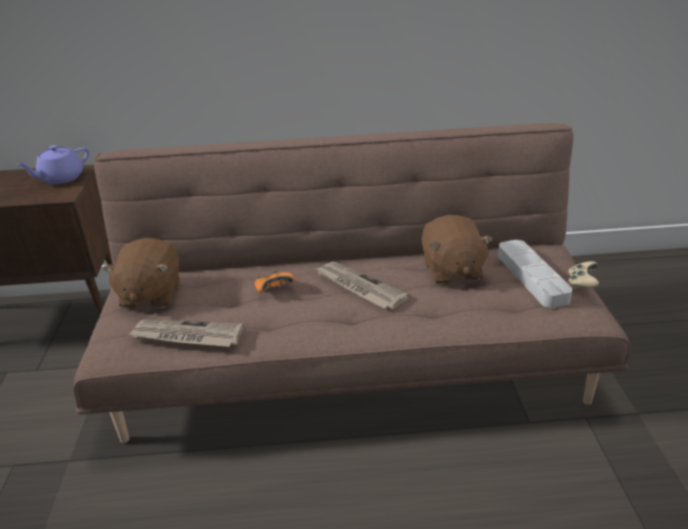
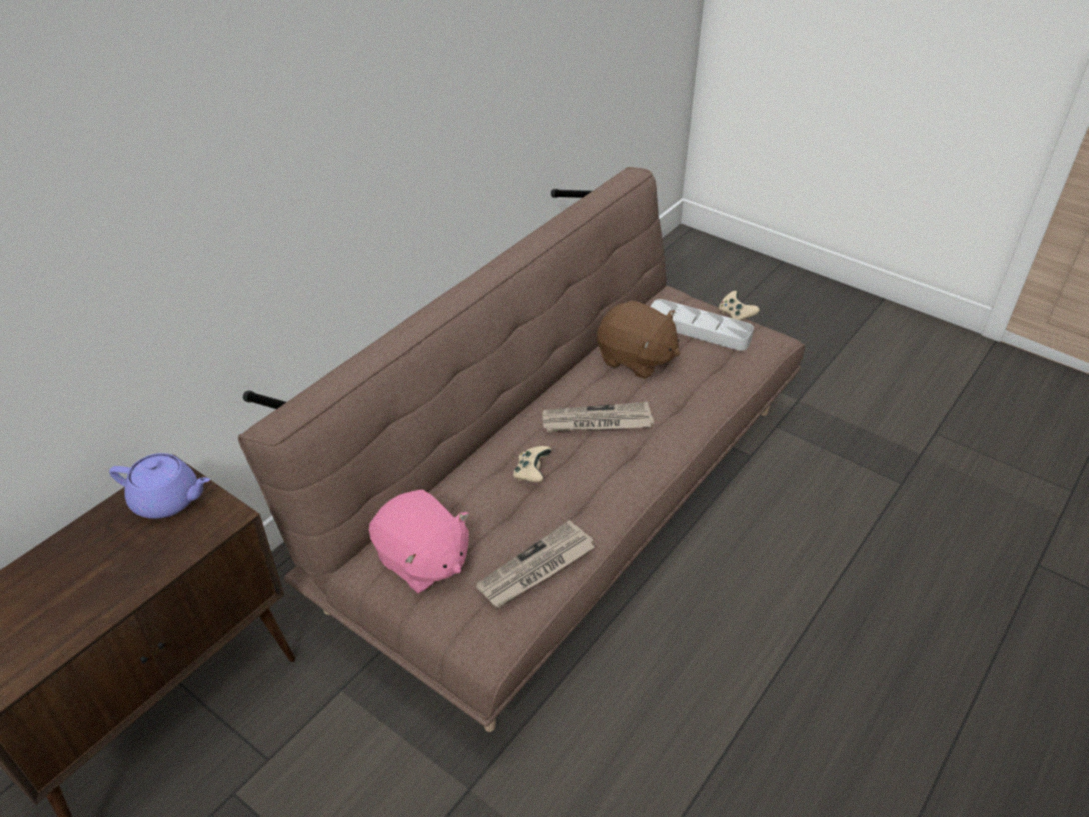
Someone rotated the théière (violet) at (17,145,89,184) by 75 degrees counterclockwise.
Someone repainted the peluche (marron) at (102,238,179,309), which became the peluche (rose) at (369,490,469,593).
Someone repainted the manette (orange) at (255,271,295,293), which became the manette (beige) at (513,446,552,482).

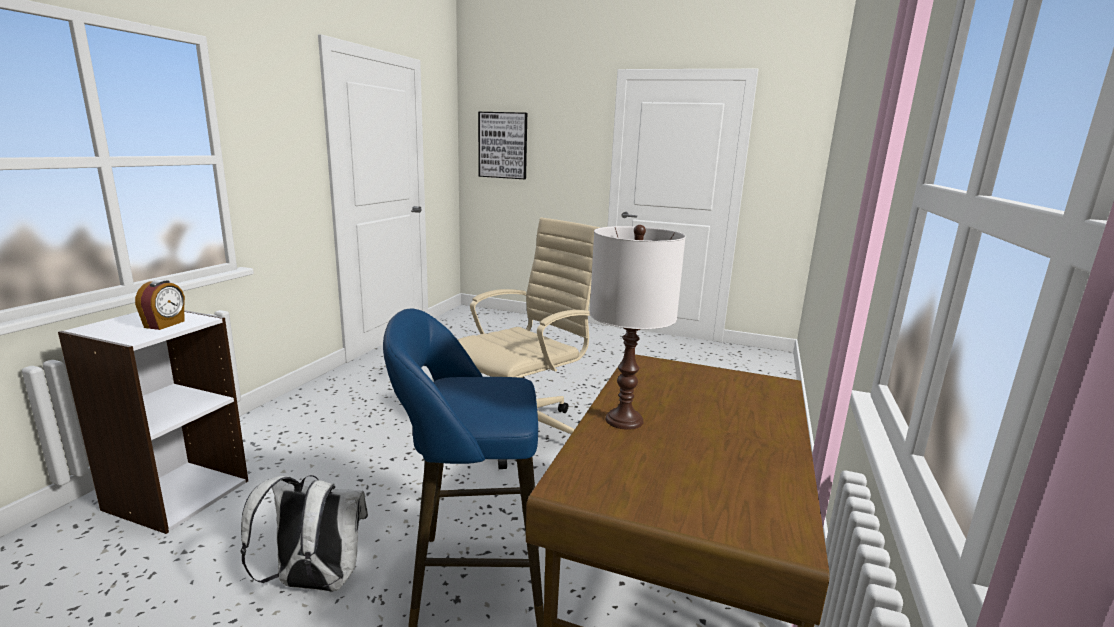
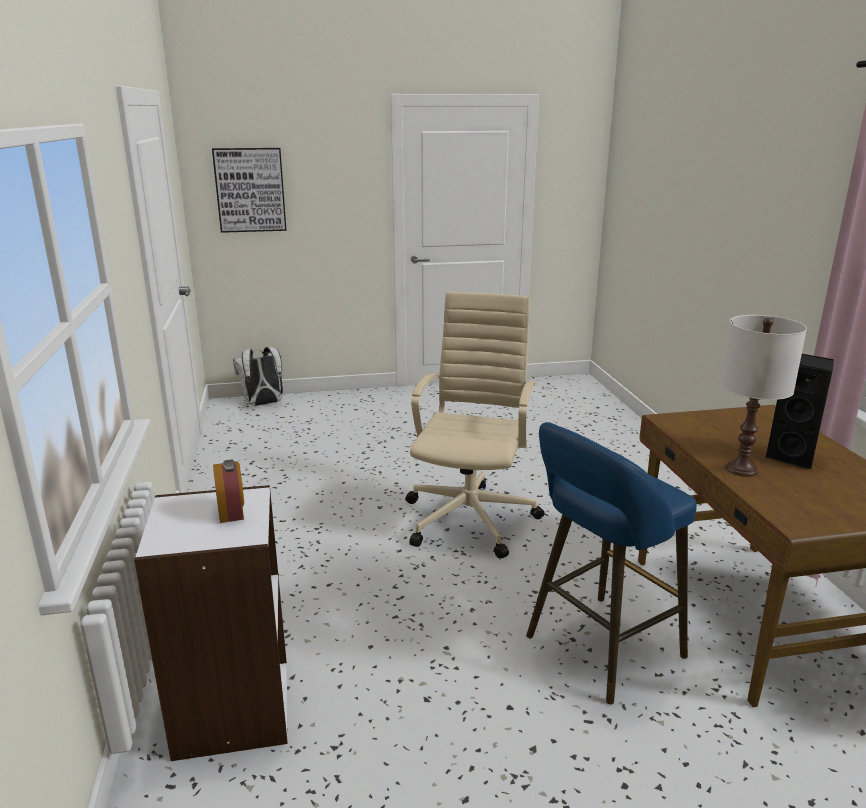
Someone carried the sac à dos (blanc) from (241,475,368,591) to (233,347,283,406).
Someone put down the enceinte (noir) at (766,354,834,469).

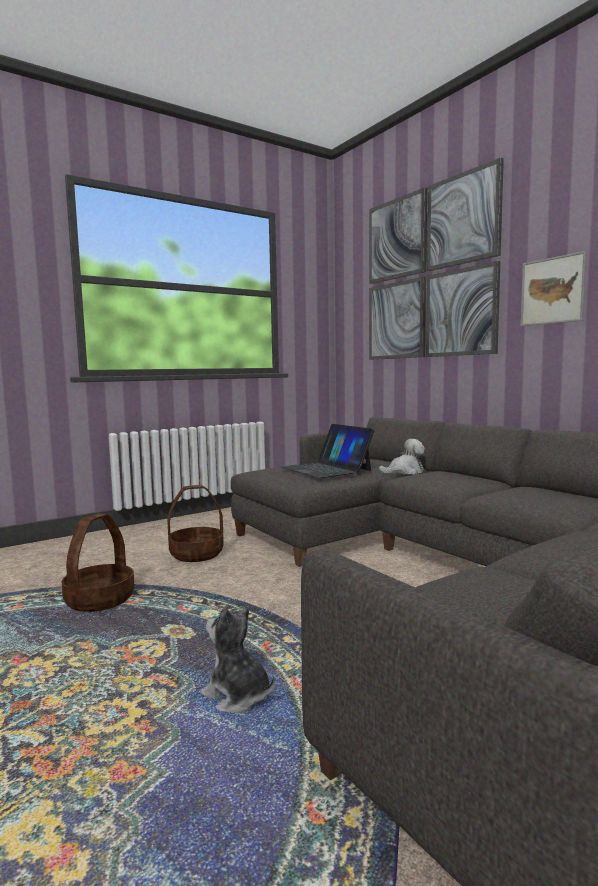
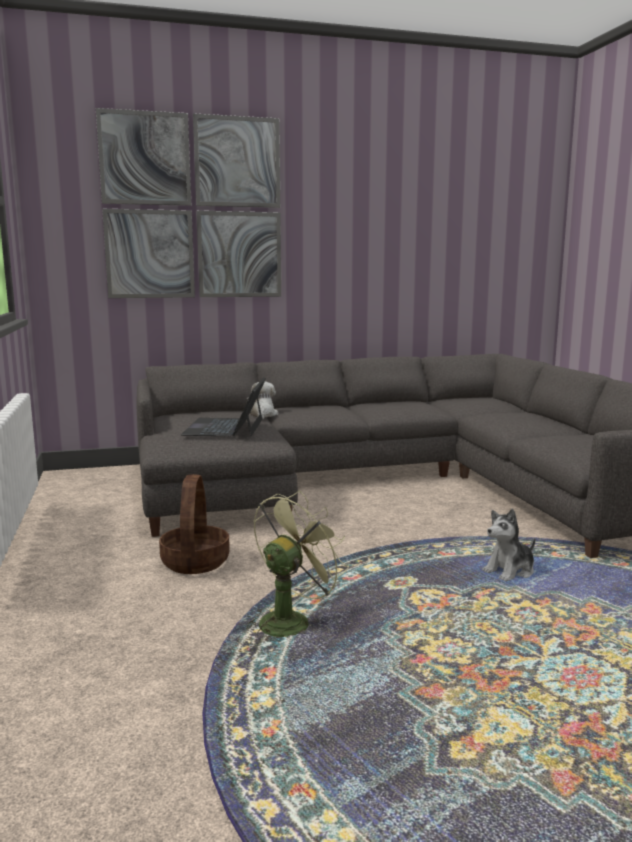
Someone swapped the panier at (62,513,135,612) for the ventilateur (vert) at (246,491,349,637).
Someone rotated the ordinateur portable at (281,424,375,478) by 105 degrees clockwise.
Someone took away the tableau at (521,251,587,326).

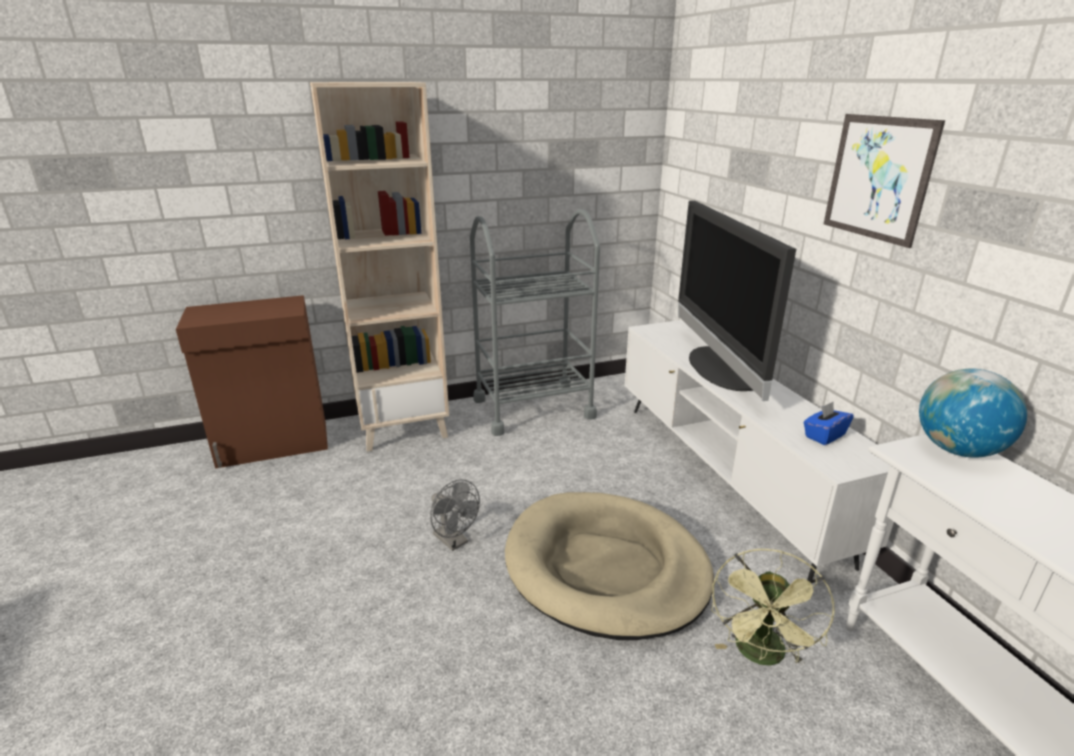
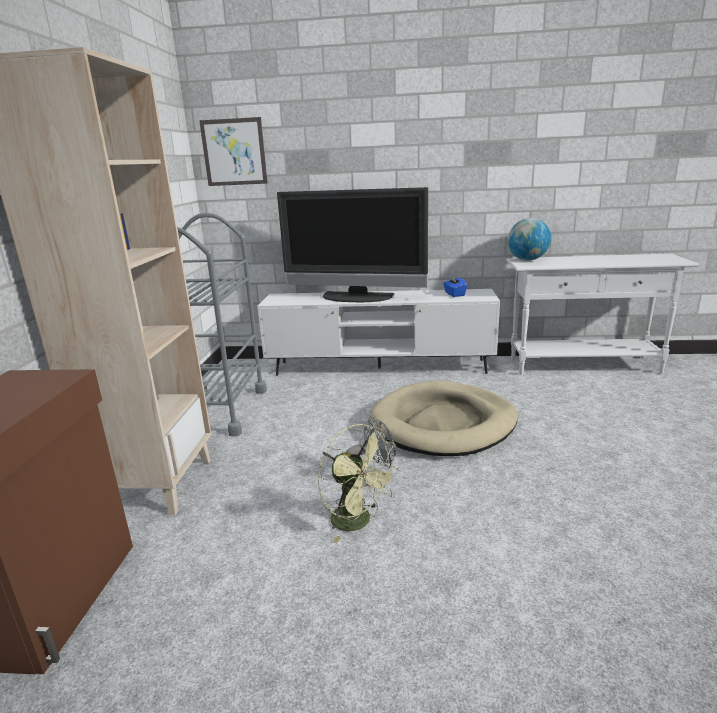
Someone carried the ventilateur (vert) from (711,549,835,665) to (318,424,400,543).
Someone carried the tableau from (824,114,945,248) to (199,117,268,186).

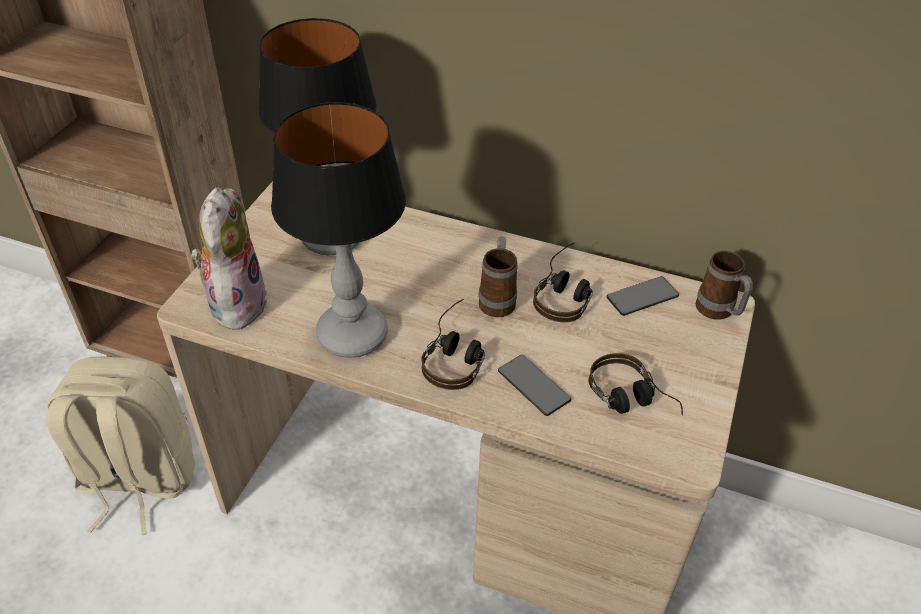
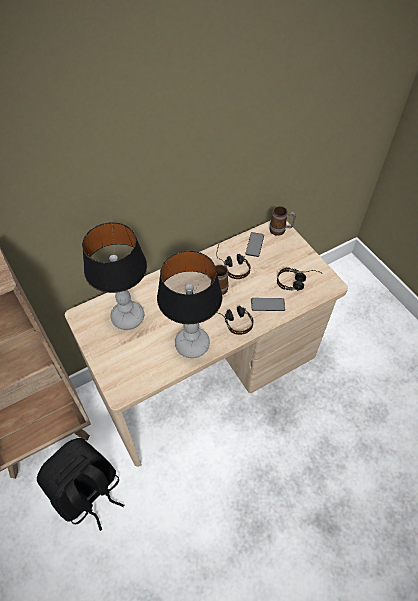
Someone repainted the sac à dos (beige) at (46,356,195,535), which became the sac à dos (noir) at (37,438,124,531).
Someone took away the peluche at (191,187,267,332).

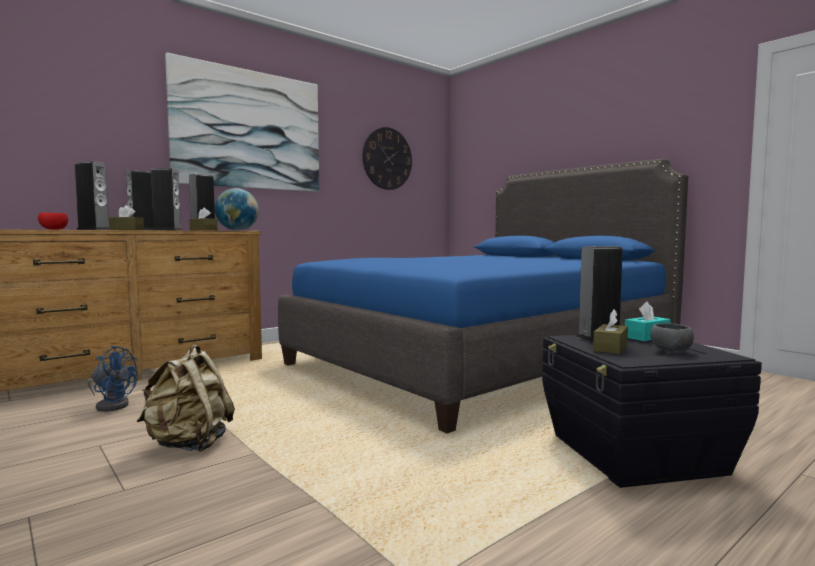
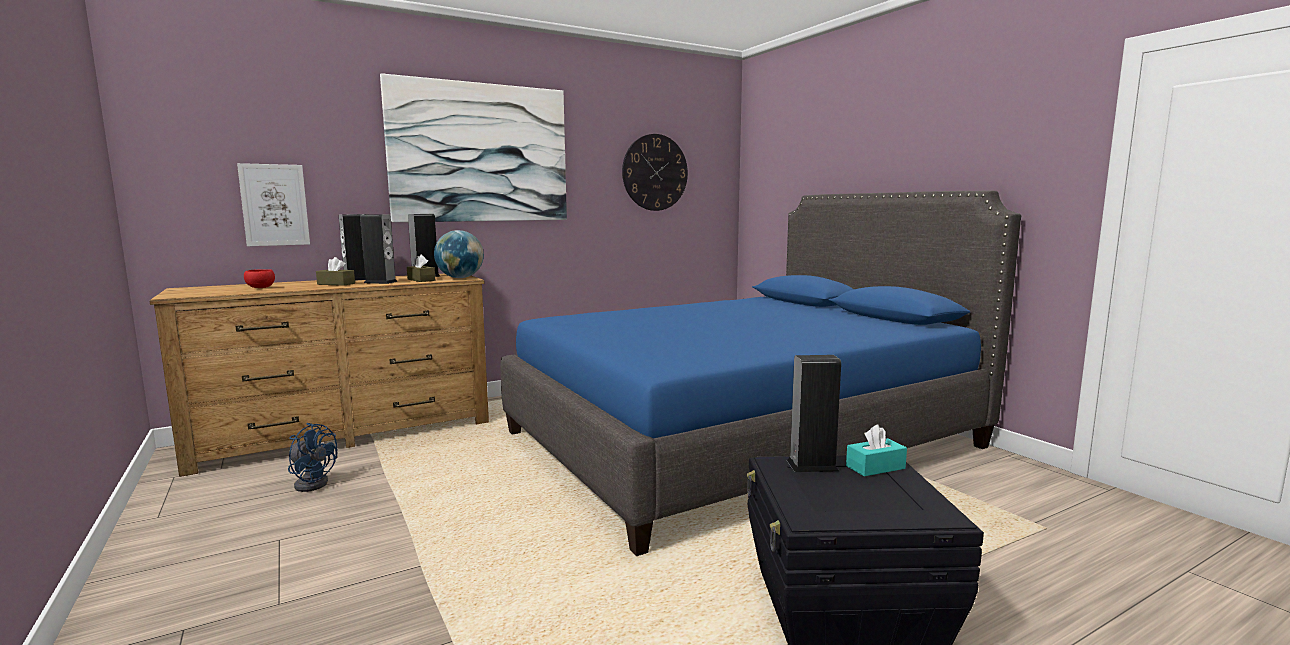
Someone took away the enceinte at (75,161,111,230).
Someone took away the sac à dos (beige) at (137,344,235,452).
Someone took away the boîte à mouchoirs (marron) at (593,309,628,354).
Someone took away the bol (gris) at (650,323,694,352).
Someone put up the tableau at (237,163,310,246).

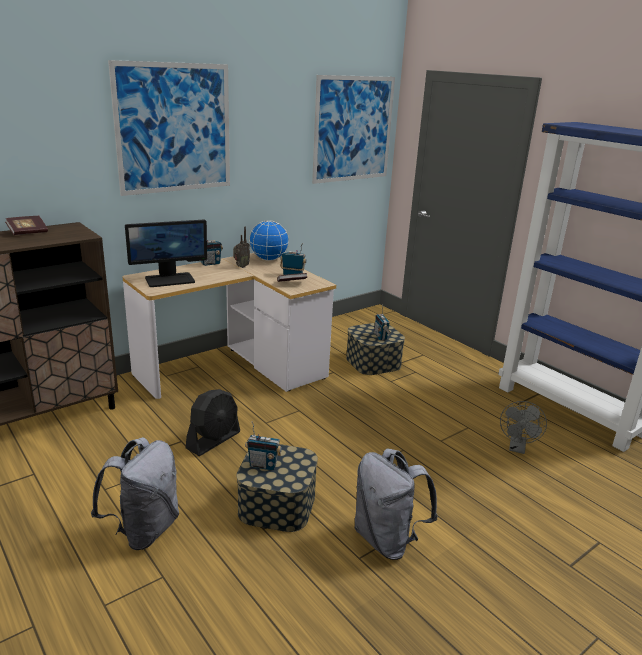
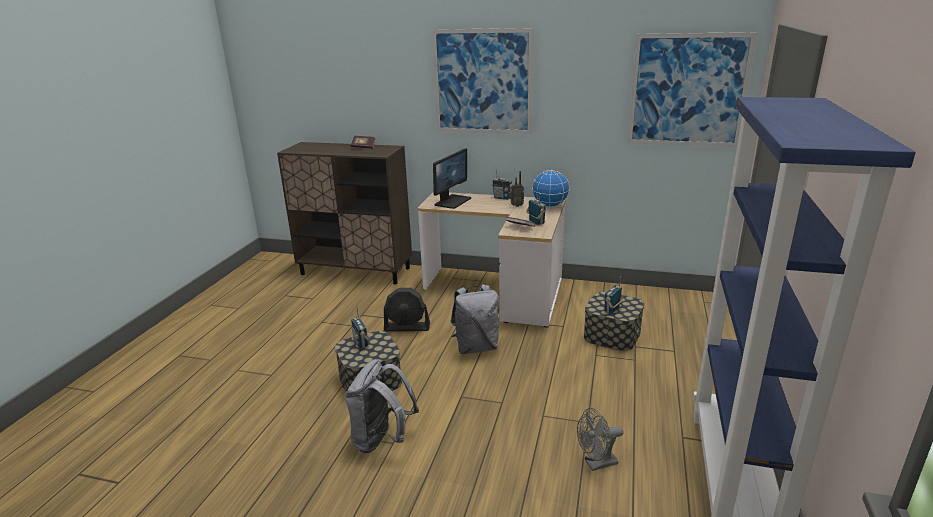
Someone carried the sac à dos (gris) from (91,437,179,550) to (451,284,499,354).
Someone rotated the écran d'ordinateur at (125,220,207,287) by 90 degrees counterclockwise.

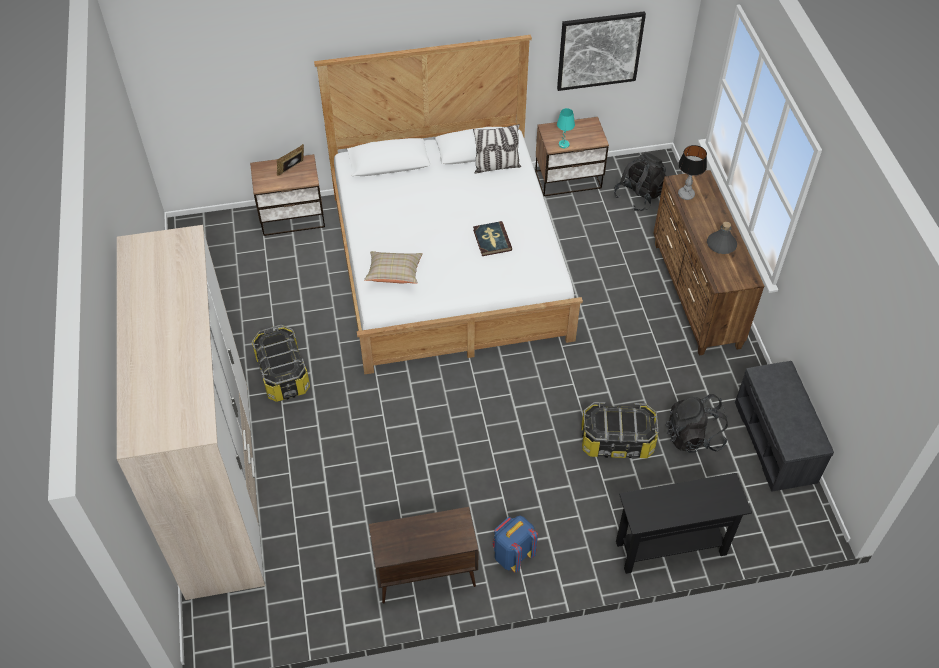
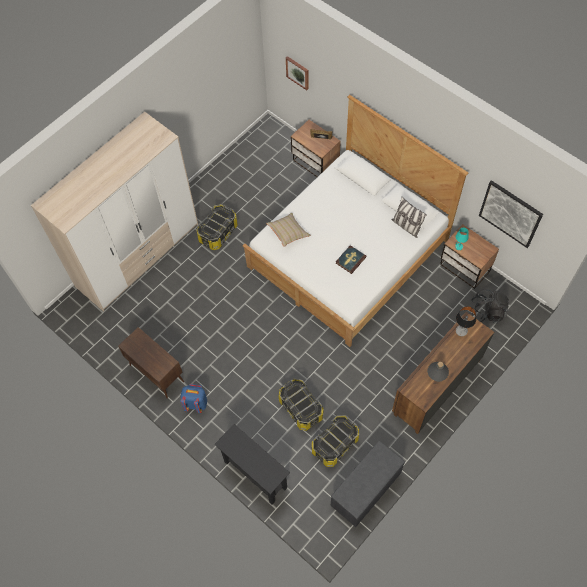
Someone swapped the sac à dos (noir) at (665,394,728,453) for the boîte de rangement at (312,415,359,467).
Someone put up the tableau at (286,56,308,90).

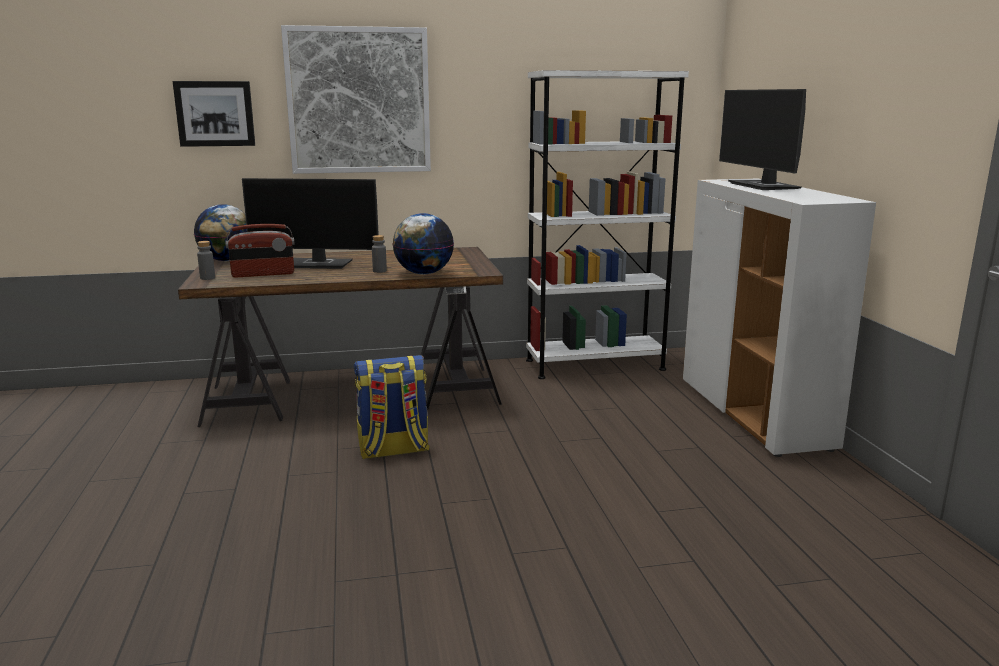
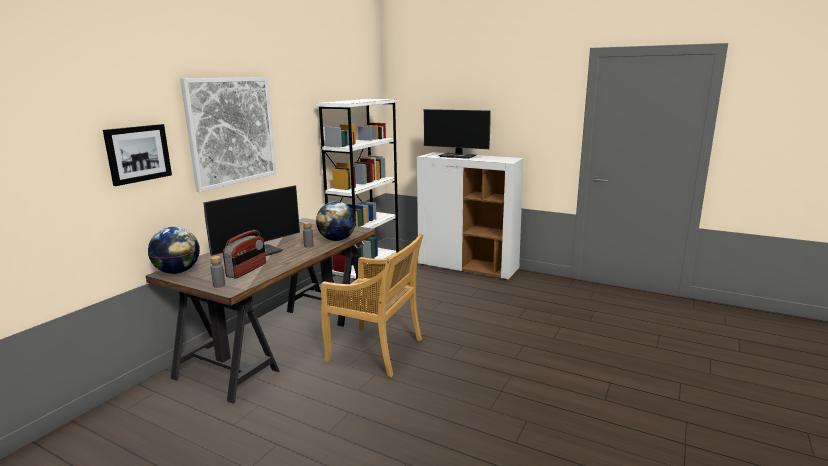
Someone swapped the sac à dos at (354,355,430,459) for the chaise (beige) at (321,233,423,377).

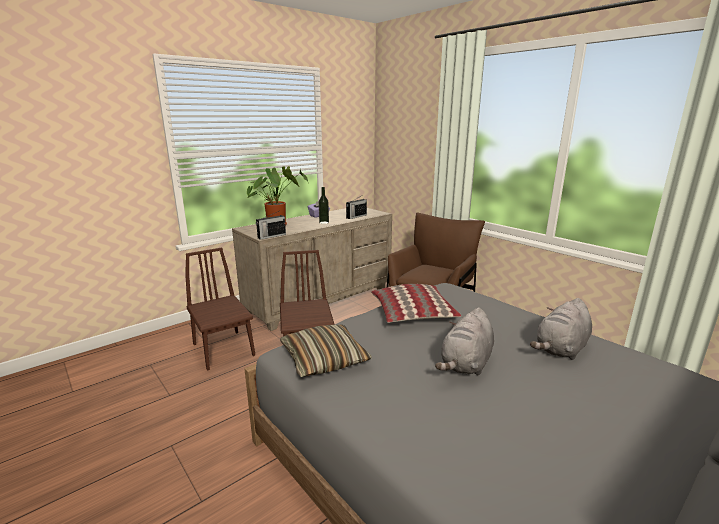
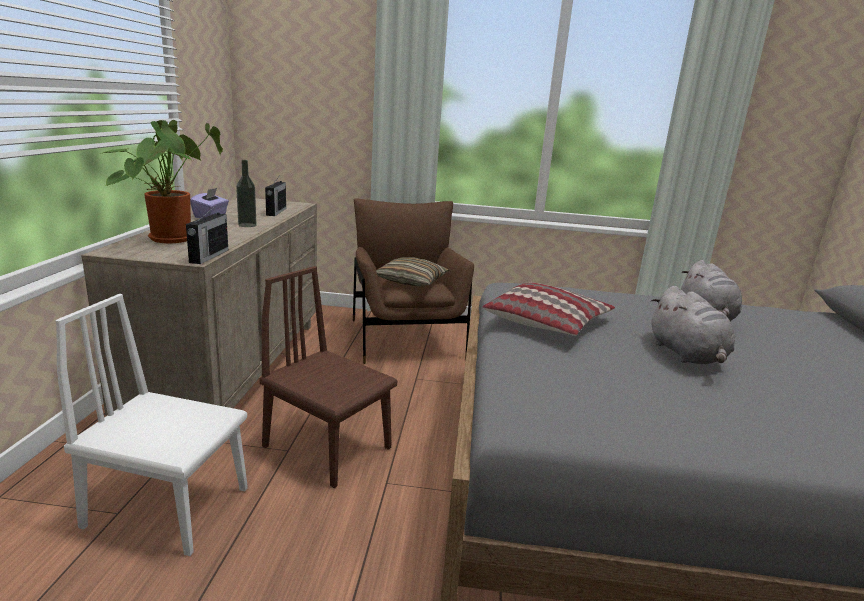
Someone repainted the chaise (marron) at (185,248,255,371), which became the chaise (blanc) at (55,294,247,556).
Someone carried the coussin from (280,325,372,377) to (376,257,449,286).

